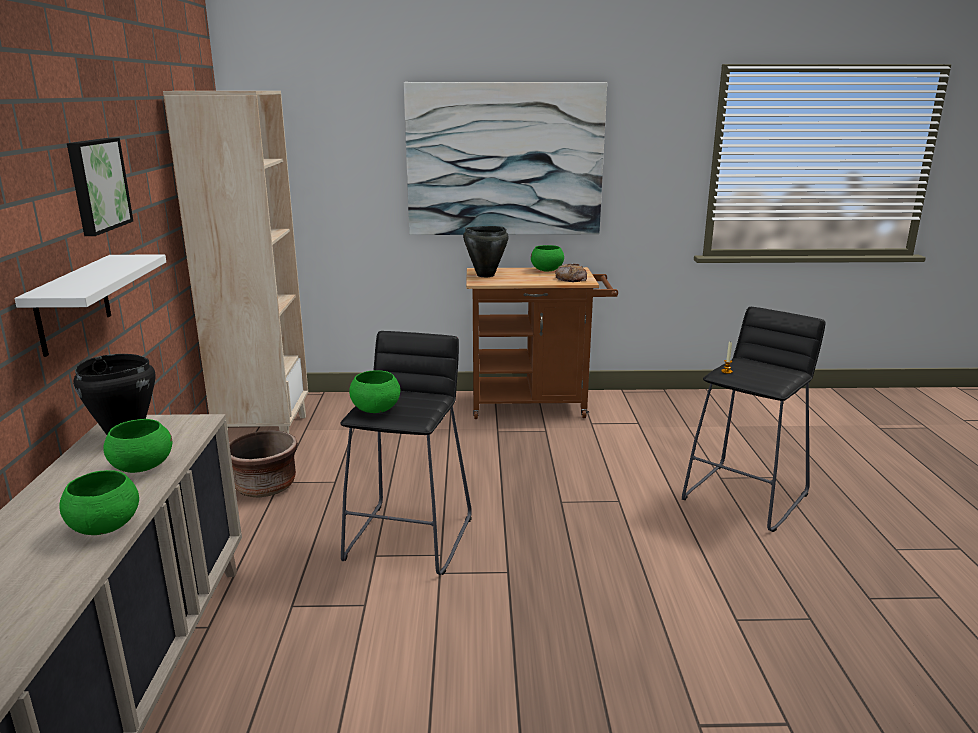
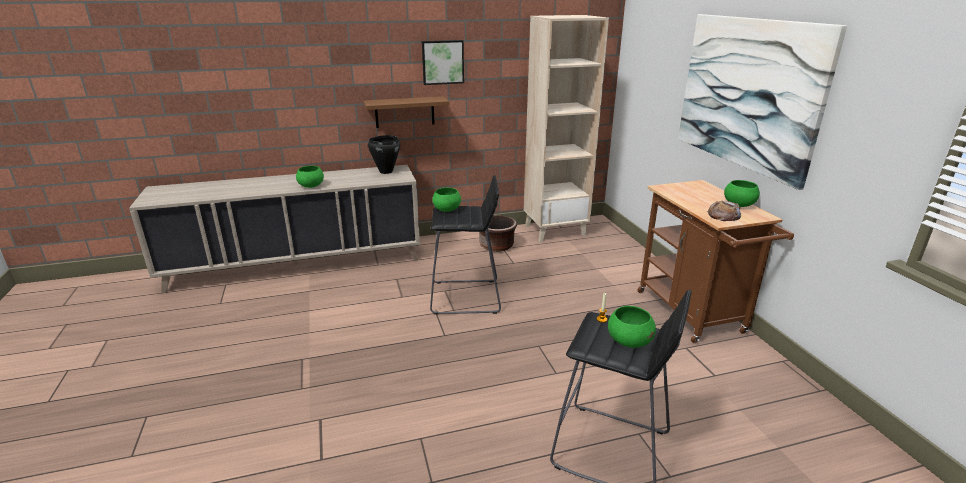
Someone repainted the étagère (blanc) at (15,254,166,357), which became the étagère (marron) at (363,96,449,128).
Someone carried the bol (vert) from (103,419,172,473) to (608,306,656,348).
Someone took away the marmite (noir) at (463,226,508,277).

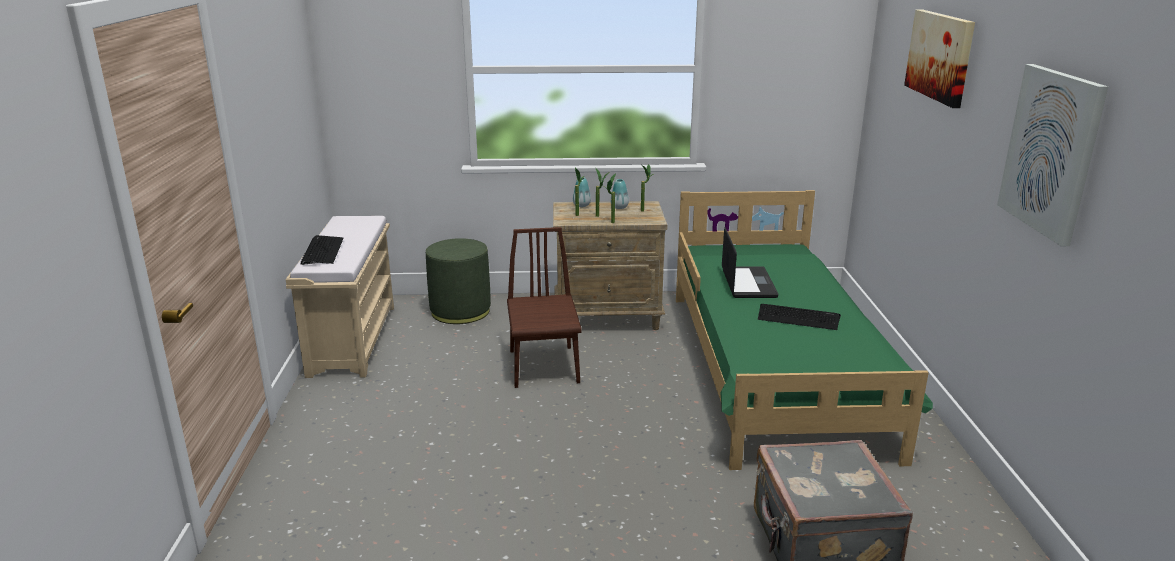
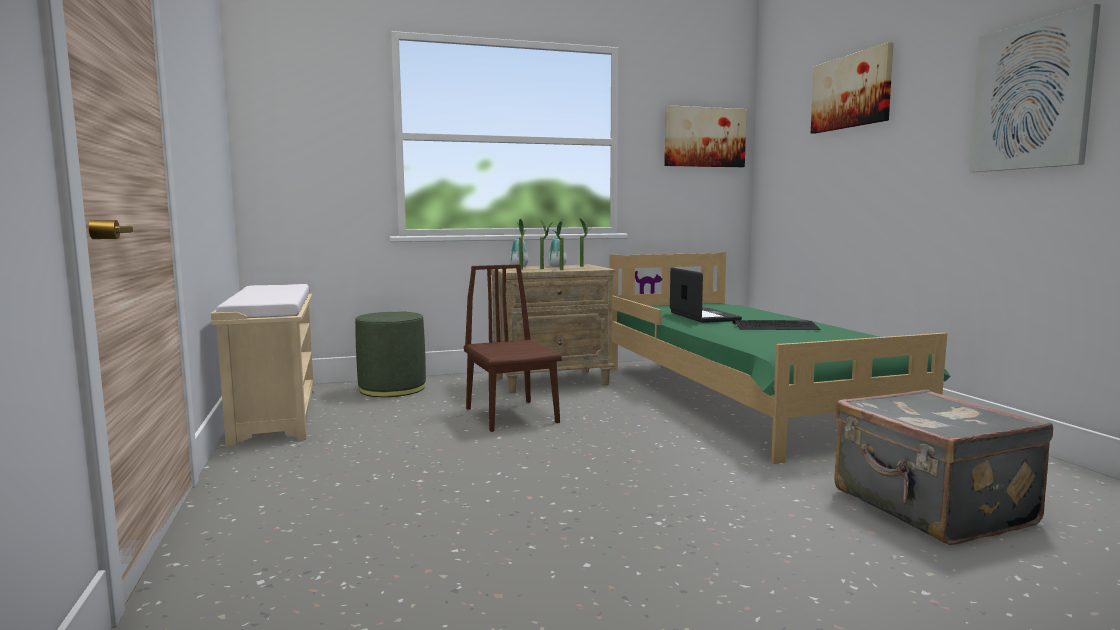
Someone took away the clavier at (301,235,344,265).
Someone put up the tableau at (664,105,747,167).

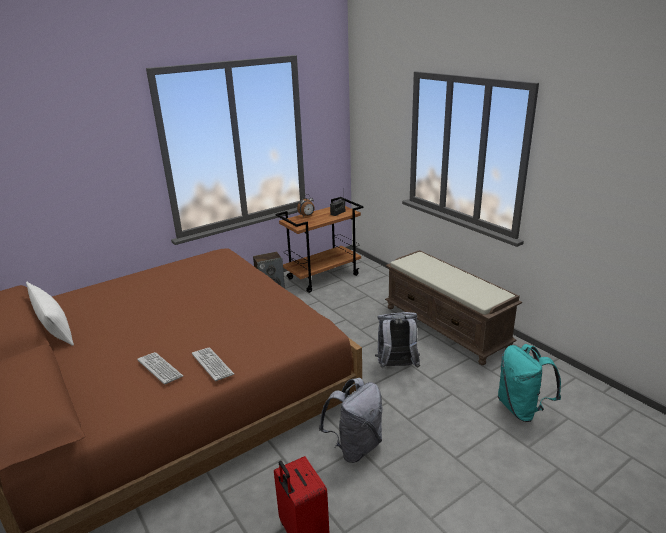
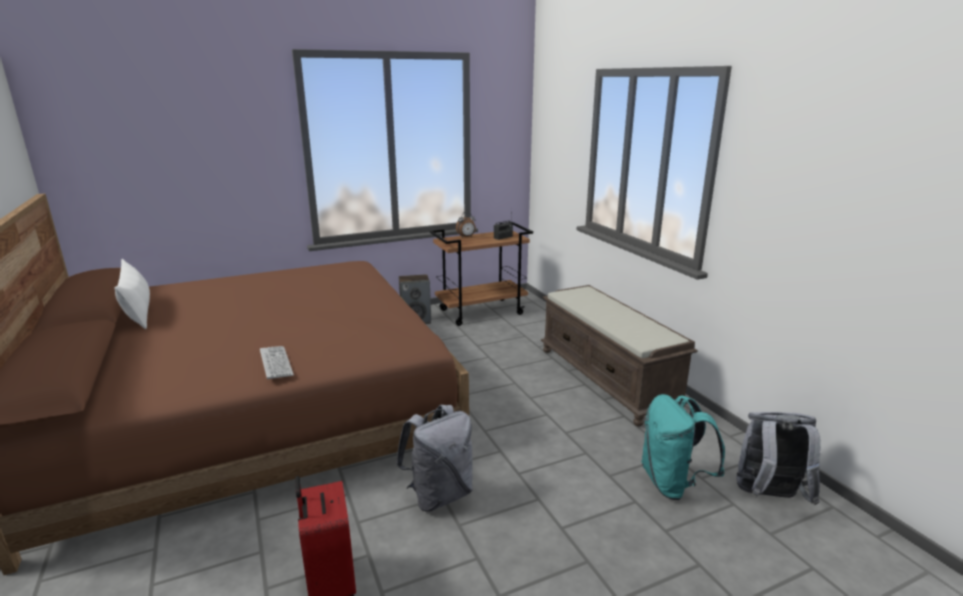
Someone took away the clavier at (137,352,183,385).
Someone carried the sac à dos (gris) from (375,312,420,368) to (736,412,821,505).

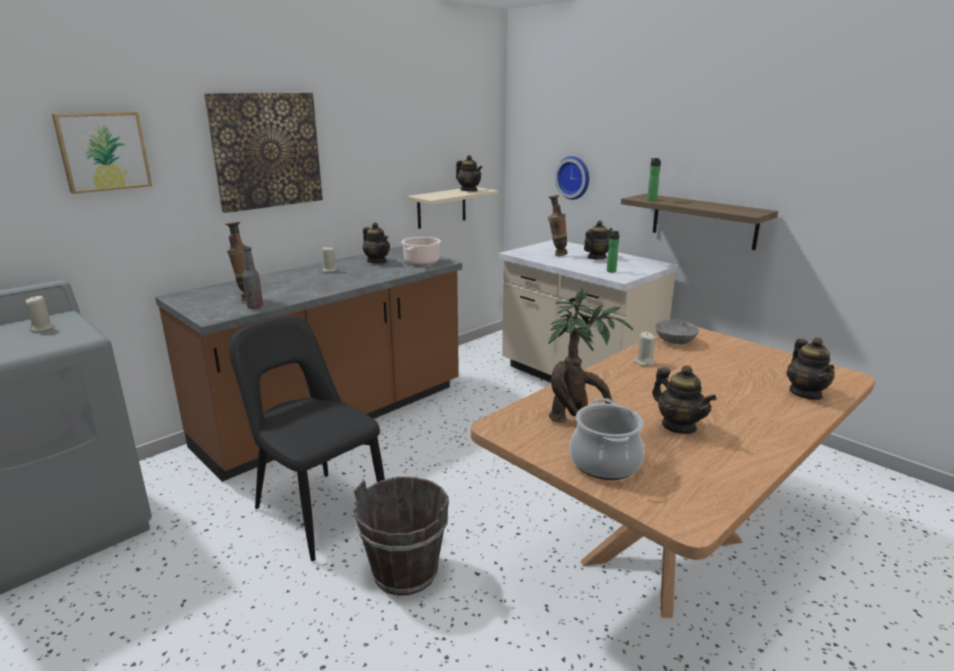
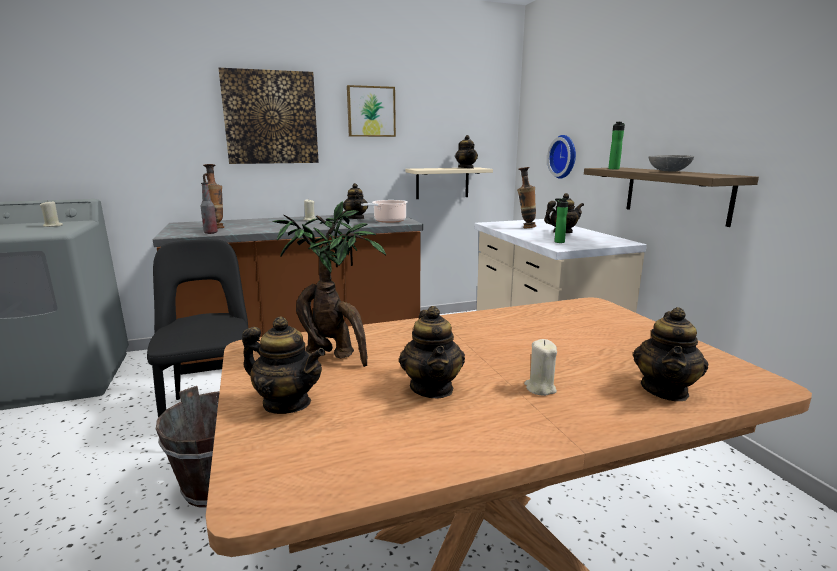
Someone carried the tableau from (52,112,152,194) to (347,85,396,137).
Someone swapped the marmite at (570,398,644,480) for the théière at (242,317,325,414).
Someone carried the bougie (beige) from (633,332,656,366) to (524,339,557,396).
Someone carried the bol (gris) from (655,319,699,344) to (649,155,694,172).

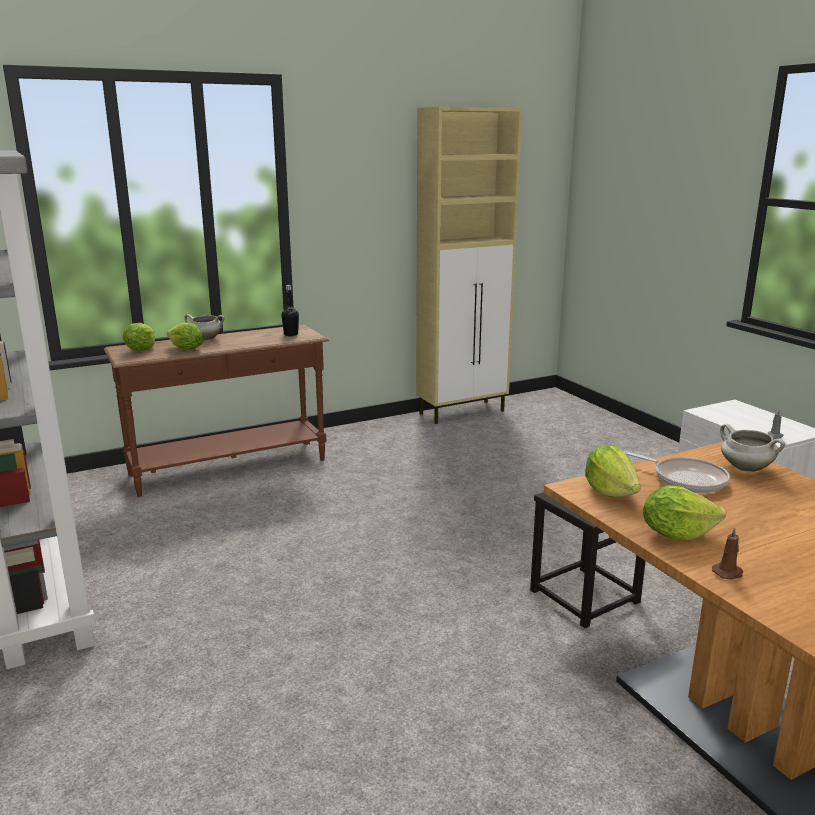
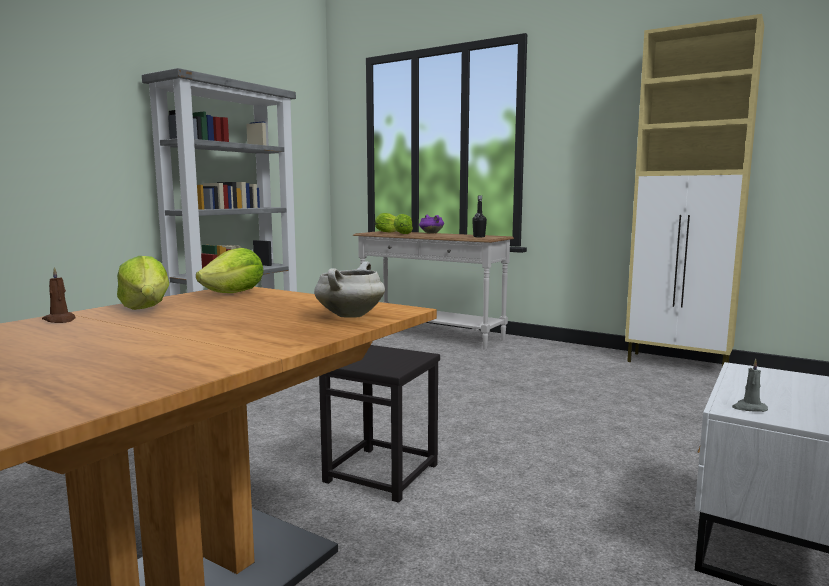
Someone repainted the table console (marron) at (104,324,329,497), which became the table console (blanc) at (353,231,514,350).
Someone repainted the marmite (blanc) at (184,314,224,341), which became the marmite (violet) at (419,215,444,234).
Someone took away the poêle at (624,451,730,493).

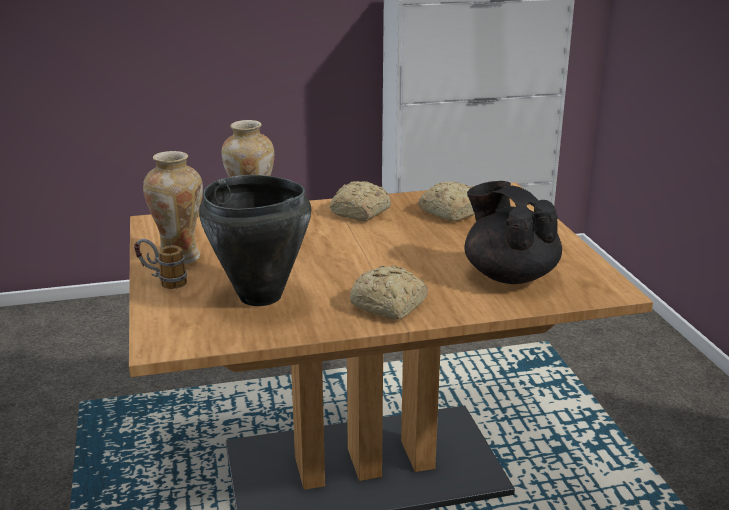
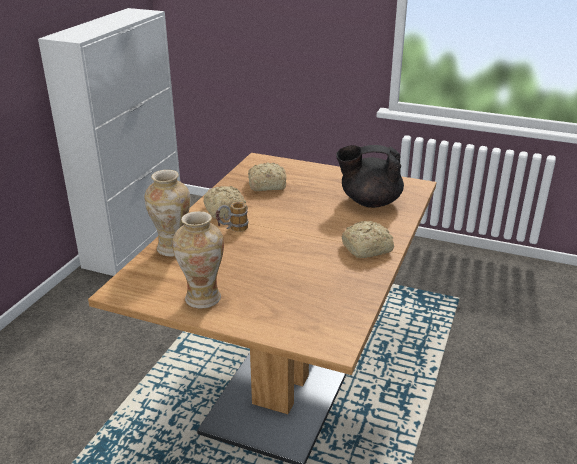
Someone carried the mug from (134,239,187,289) to (216,202,248,232).
Someone took away the marmite (noir) at (199,175,311,306).

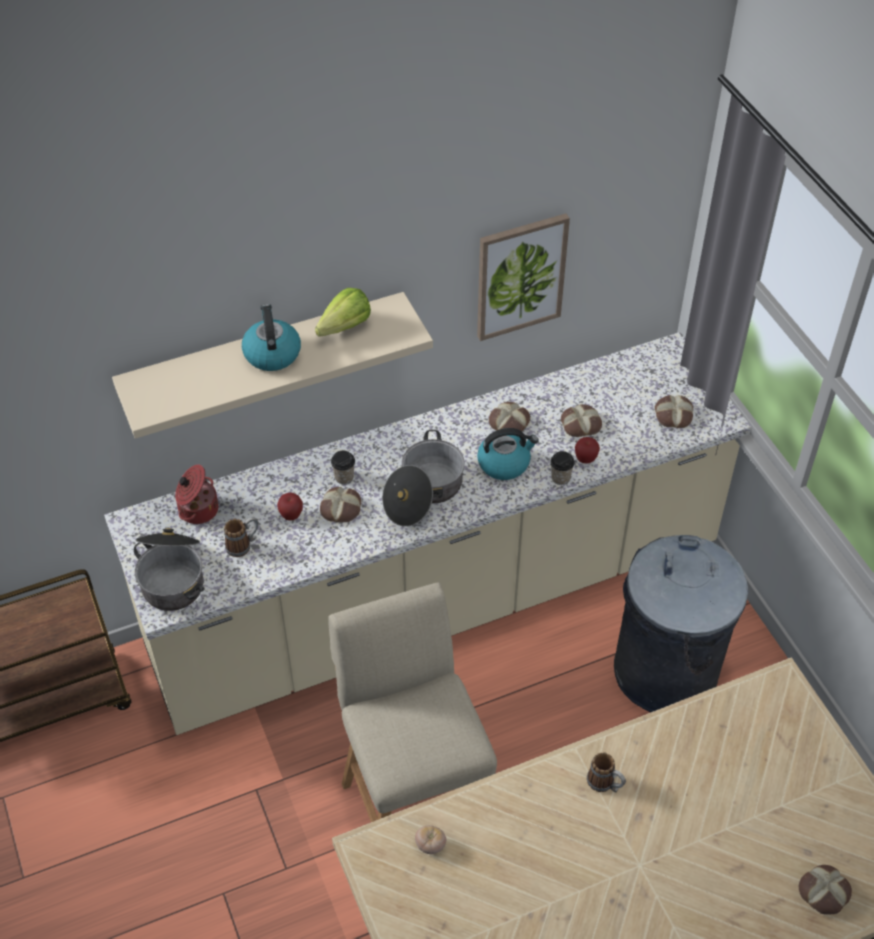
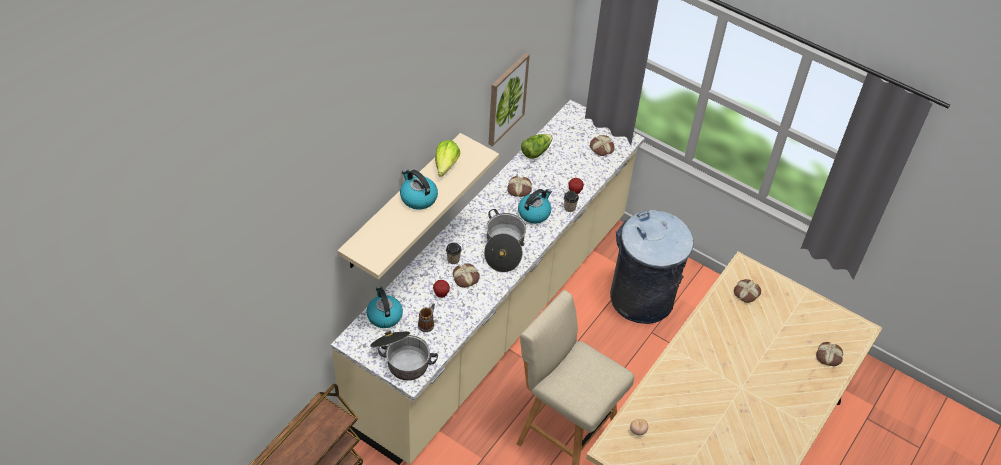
Someone swapped the marmite at (175,465,219,524) for the bouilloire at (366,286,403,328).
Someone carried the pain from (561,404,602,437) to (734,279,761,303).
Someone took away the mug at (587,752,626,792).
Someone put down the laitue at (521,134,553,159).

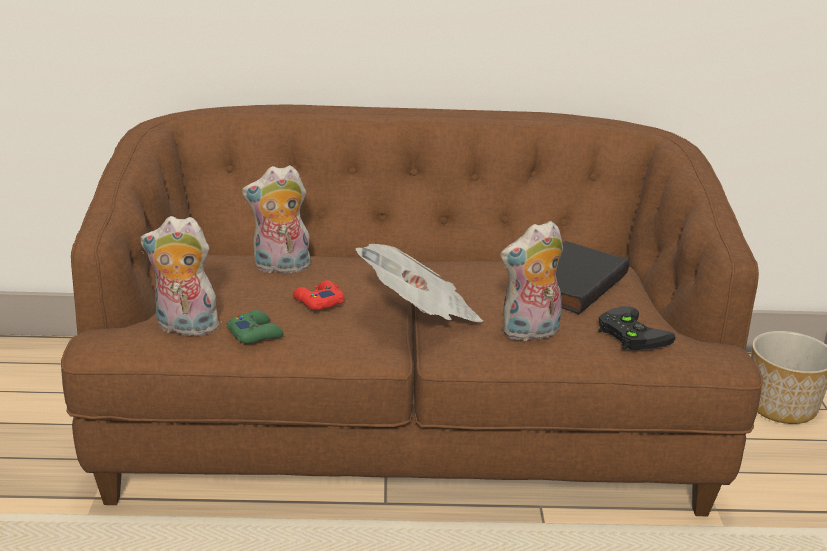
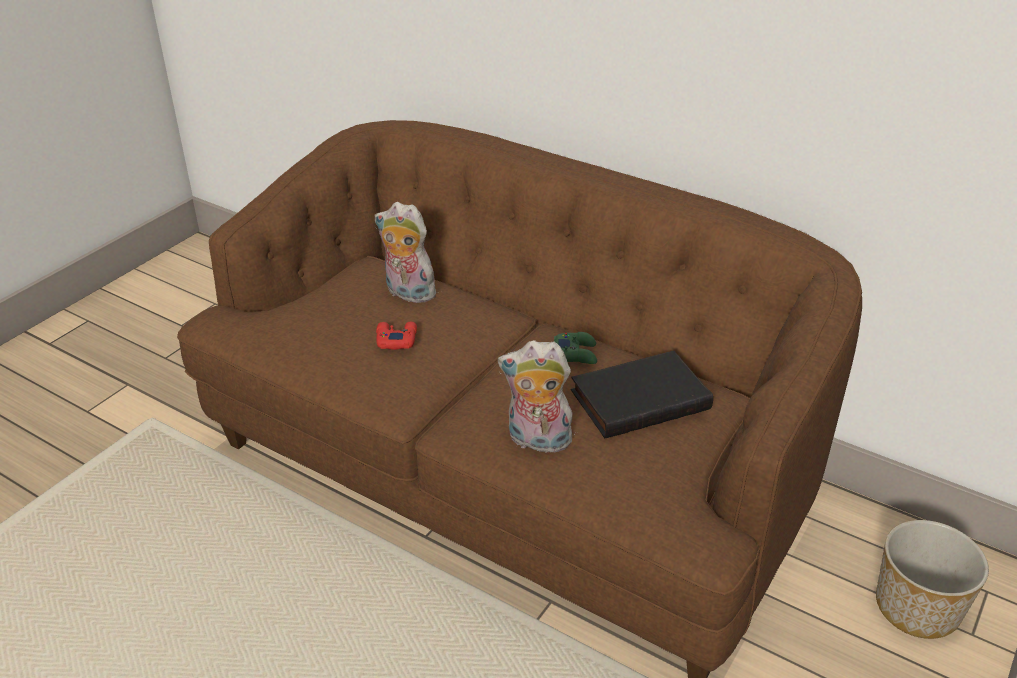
Someone took away the peluche at (140,216,223,336).
Someone carried the manette (vert) from (227,310,284,343) to (554,332,597,364).
Someone took away the journal at (355,244,483,322).
Someone took away the manette (noir) at (598,306,676,350).

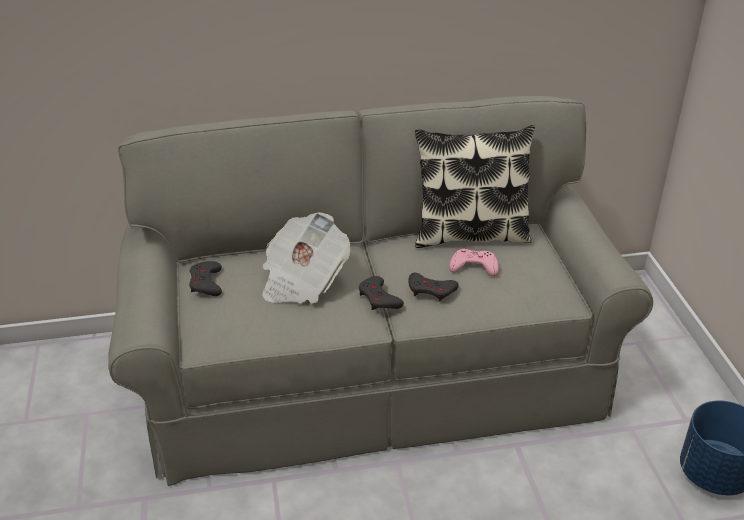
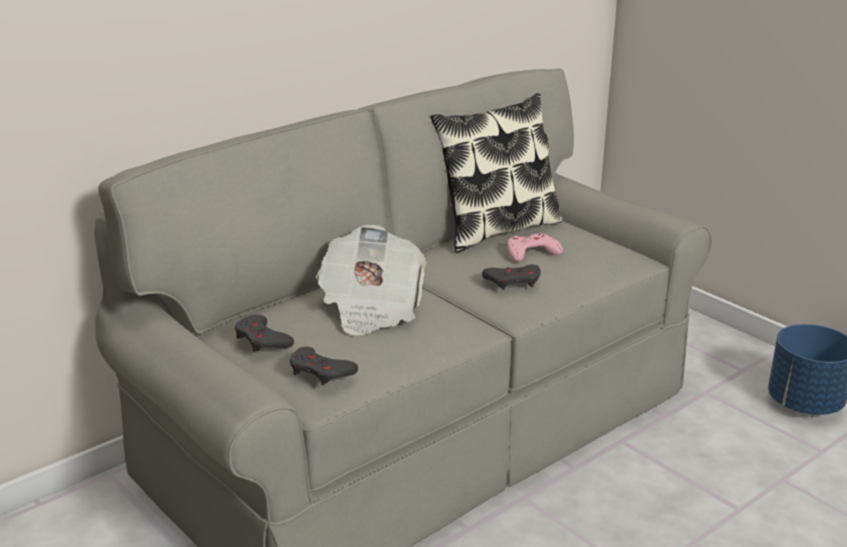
Someone carried the manette (gris) from (359,276,404,310) to (290,347,358,385).

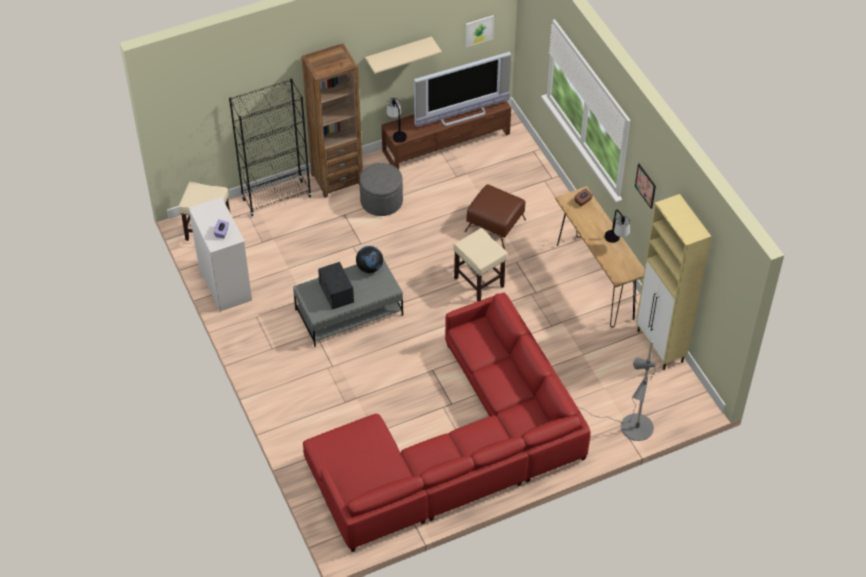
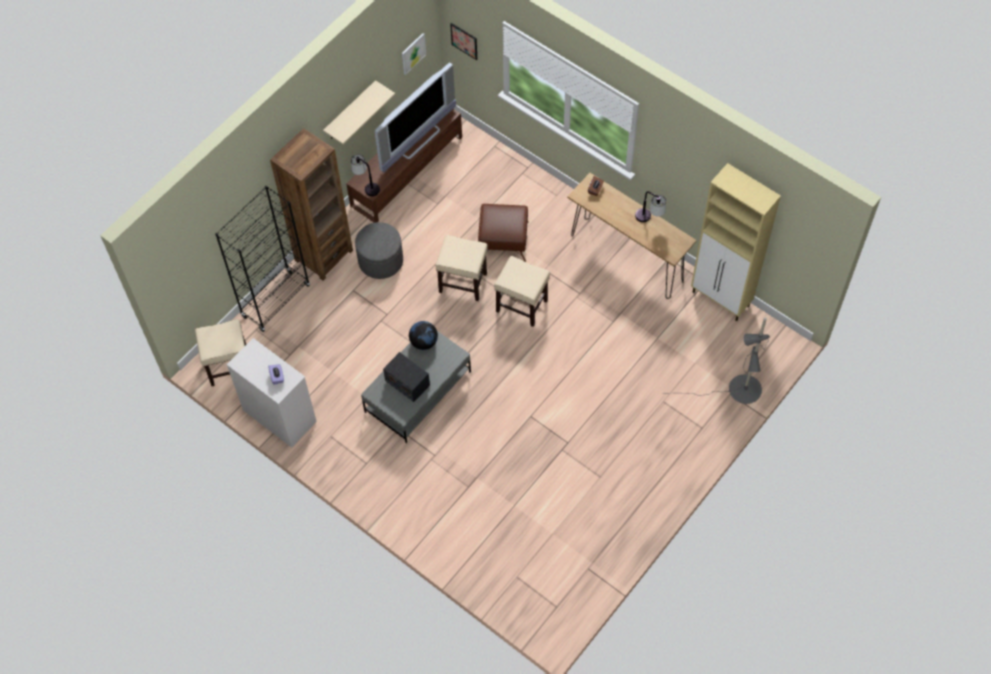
Someone took away the canapé (rouge) at (303,293,591,552).
Someone carried the tableau from (635,164,656,209) to (450,23,477,60).
Someone put down the tabouret (beige) at (435,235,487,301).

